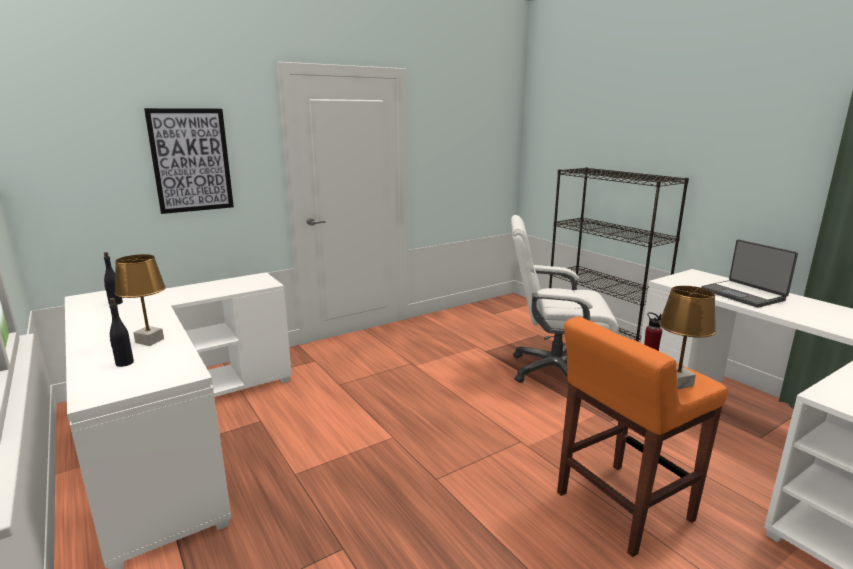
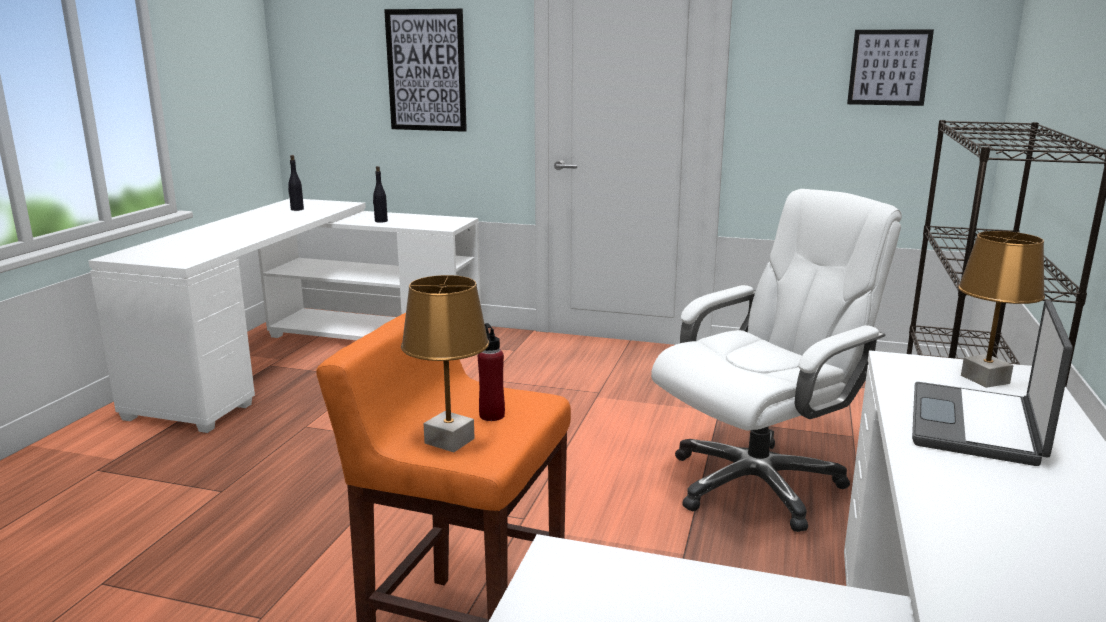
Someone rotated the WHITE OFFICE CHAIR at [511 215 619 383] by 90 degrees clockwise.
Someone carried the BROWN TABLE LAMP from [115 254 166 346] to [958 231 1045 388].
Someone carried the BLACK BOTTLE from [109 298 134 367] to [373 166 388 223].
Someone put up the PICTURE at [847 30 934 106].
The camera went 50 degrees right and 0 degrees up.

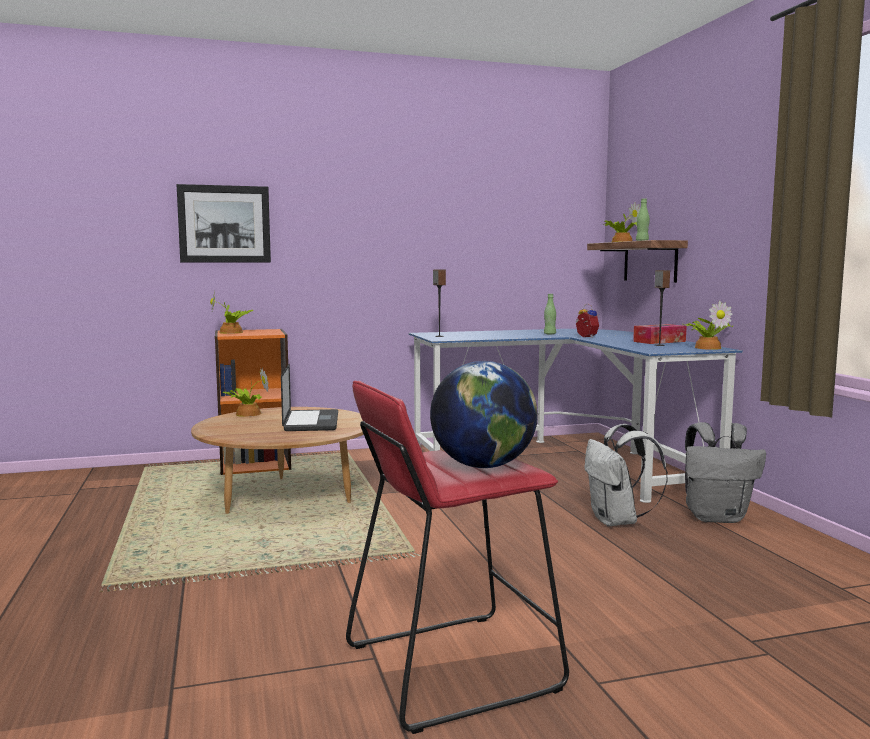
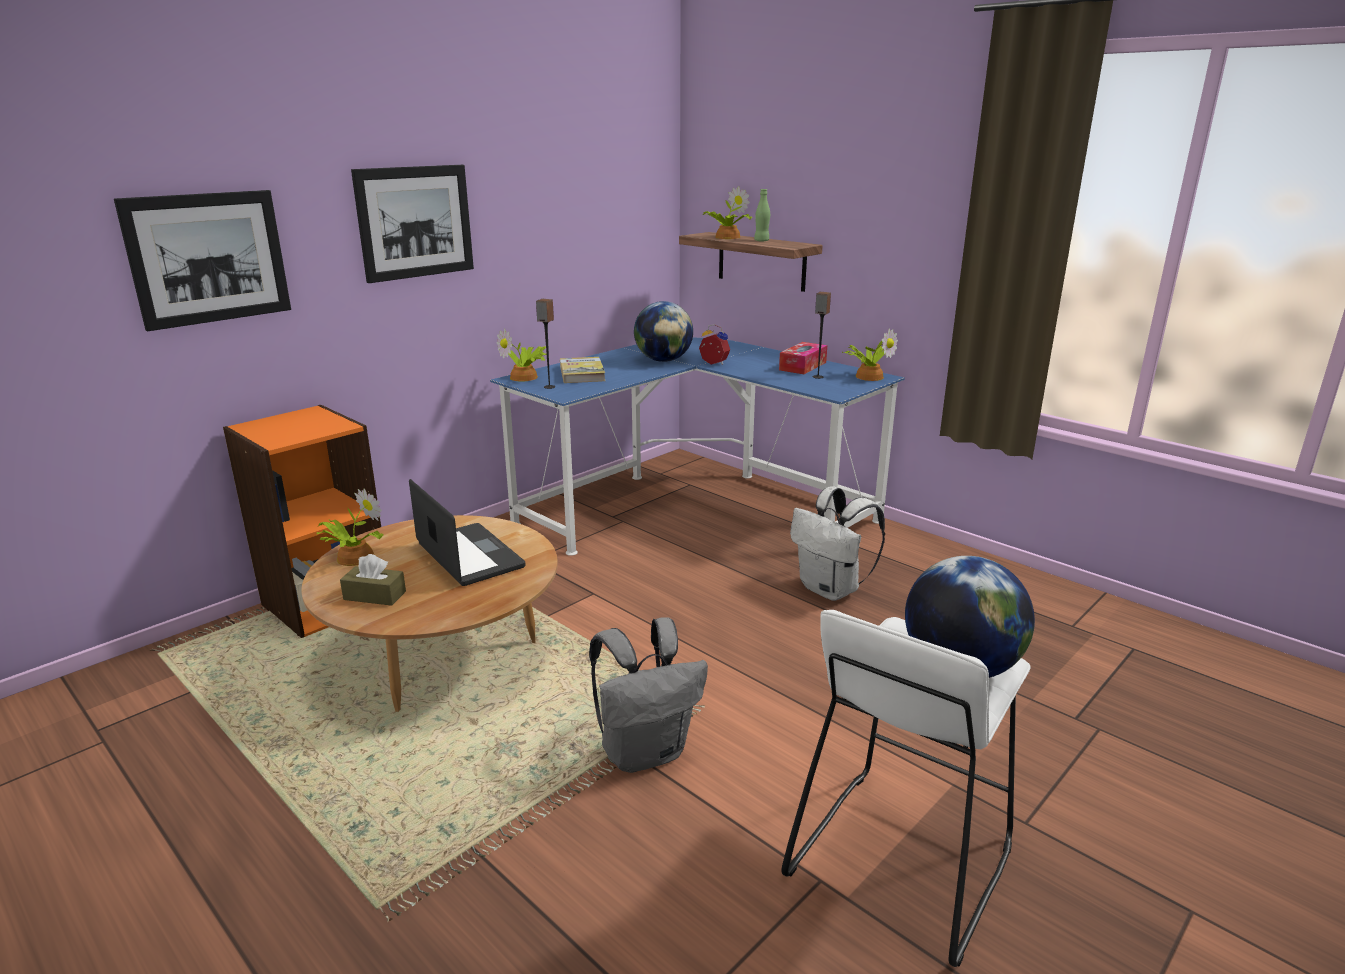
Someone carried the POTTED PLANT from [210 292 253 334] to [497 328 547 382].
Someone swapped the GREEN BOTTLE at [544 294 556 335] for the GLOBE at [634 301 693 362].
Someone repainted the RED STOOL at [346 381 569 734], which became the WHITE STOOL at [781 610 1031 967].
Someone carried the GREY BACKPACK from [685 422 766 523] to [589 617 708 773].
Someone put up the PICTURE at [351 165 474 283].
Someone put down the BOOK at [560 357 605 383].
Someone put down the BROWN TISSUE BOX at [340 554 406 606].
The camera went 30 degrees left and 15 degrees up.

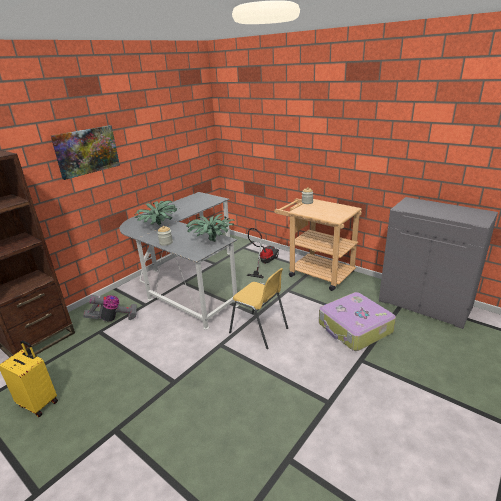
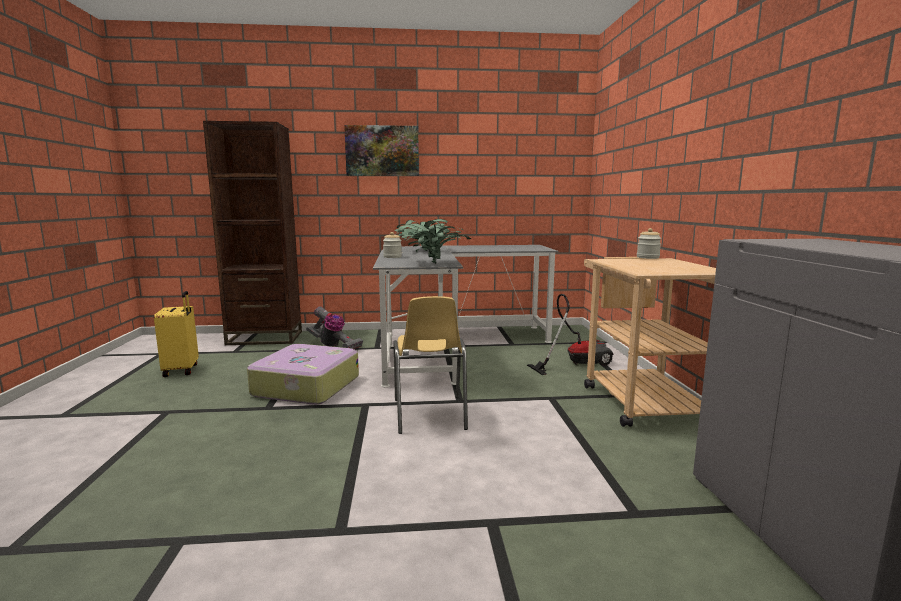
Someone carried the SUITCASE from [319 292 396 351] to [247 344 359 405].
The camera went 45 degrees right and 15 degrees down.

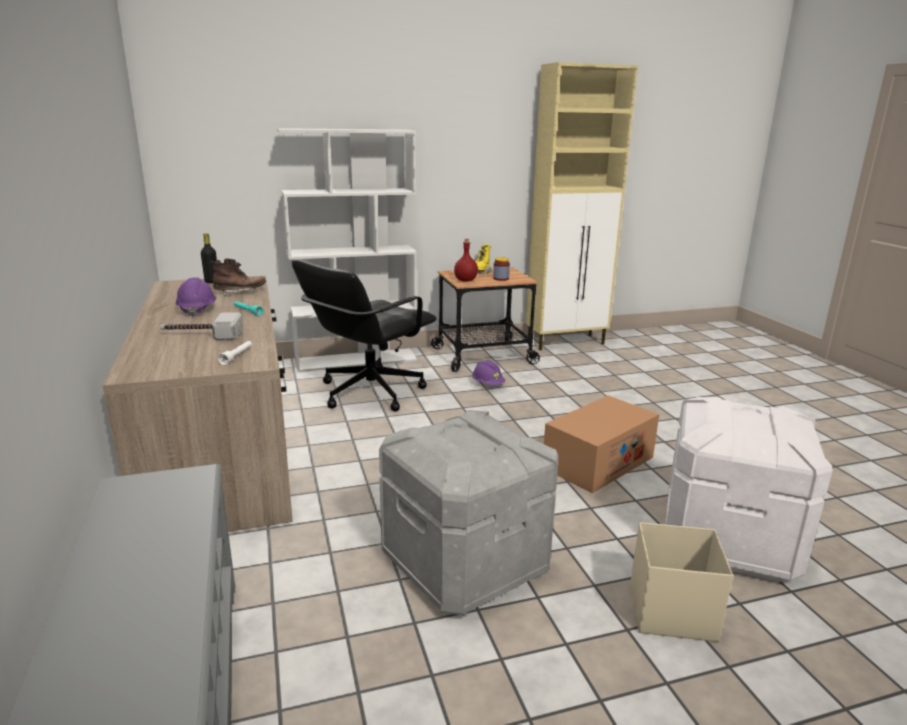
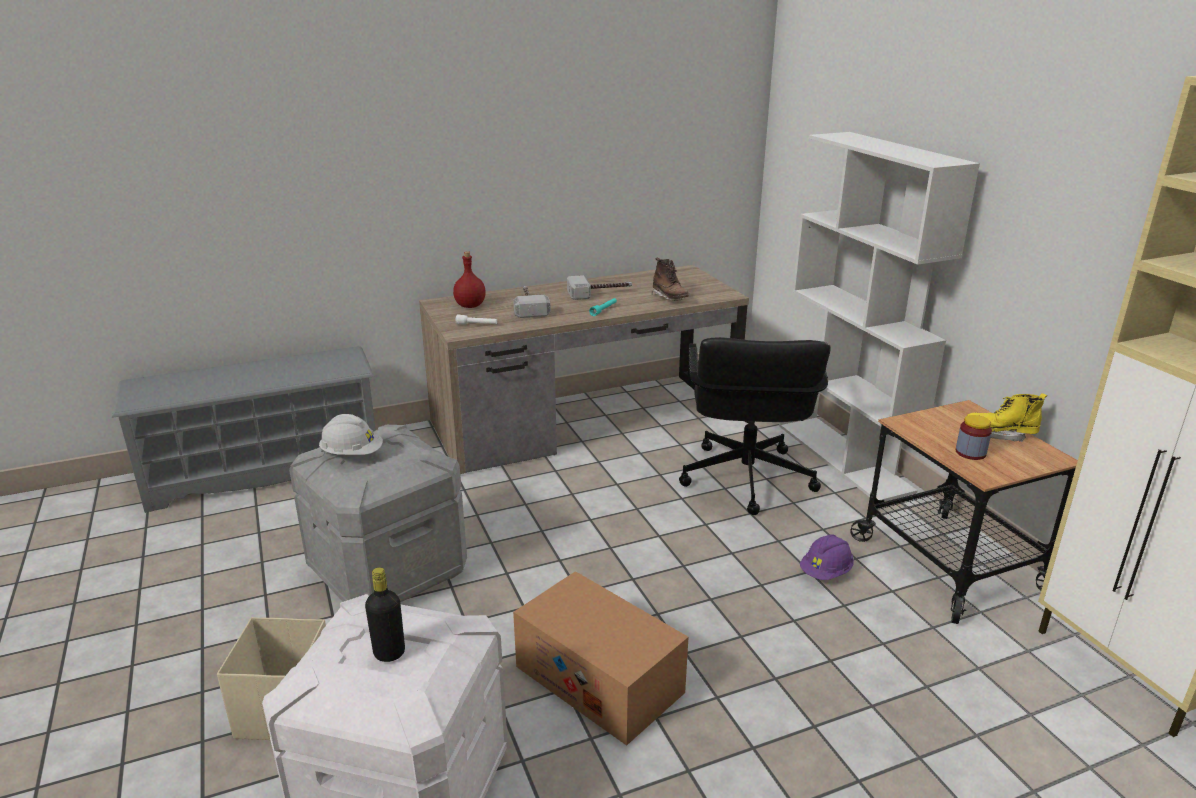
Someone carried the BLACK BOTTLE from [201 233 217 283] to [365 567 405 662].
Someone carried the RED BOTTLE from [454 239 478 282] to [453 251 486 308].
Someone rotated the BLACK OFFICE CHAIR at [292 259 437 412] by 120 degrees counterclockwise.
Someone swapped the PURPLE HARD HAT at [175 278 216 317] for the HAMMER at [567 275 632 300].
Someone put down the WHITE HARD HAT at [319 414 383 455].
The camera went 85 degrees right and 5 degrees up.

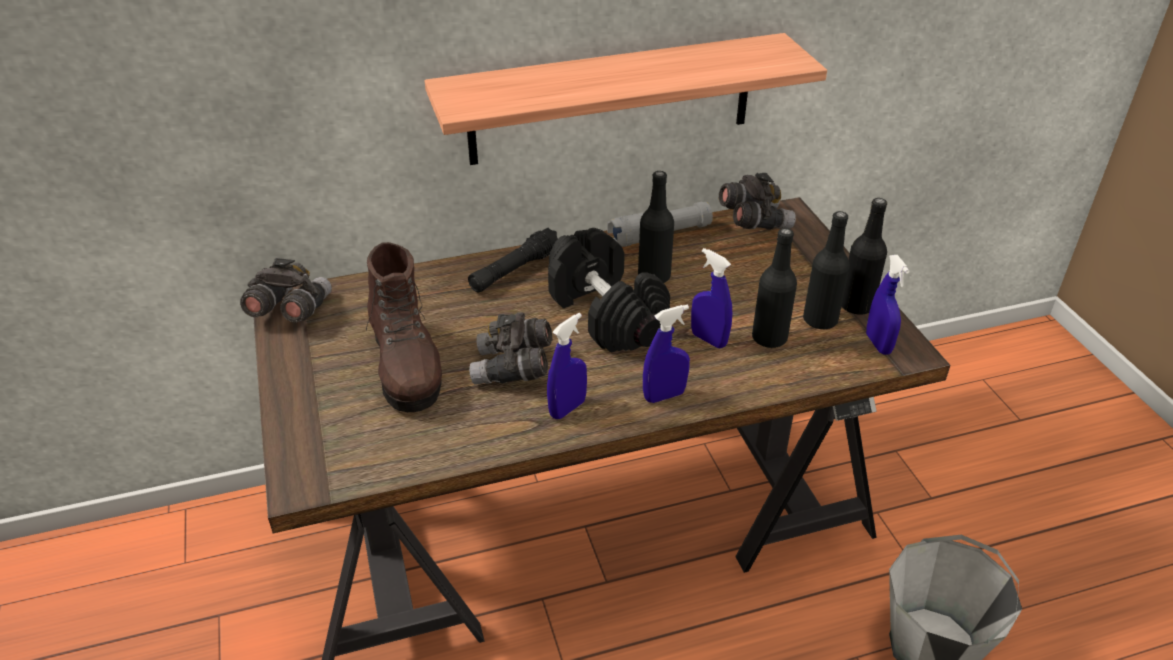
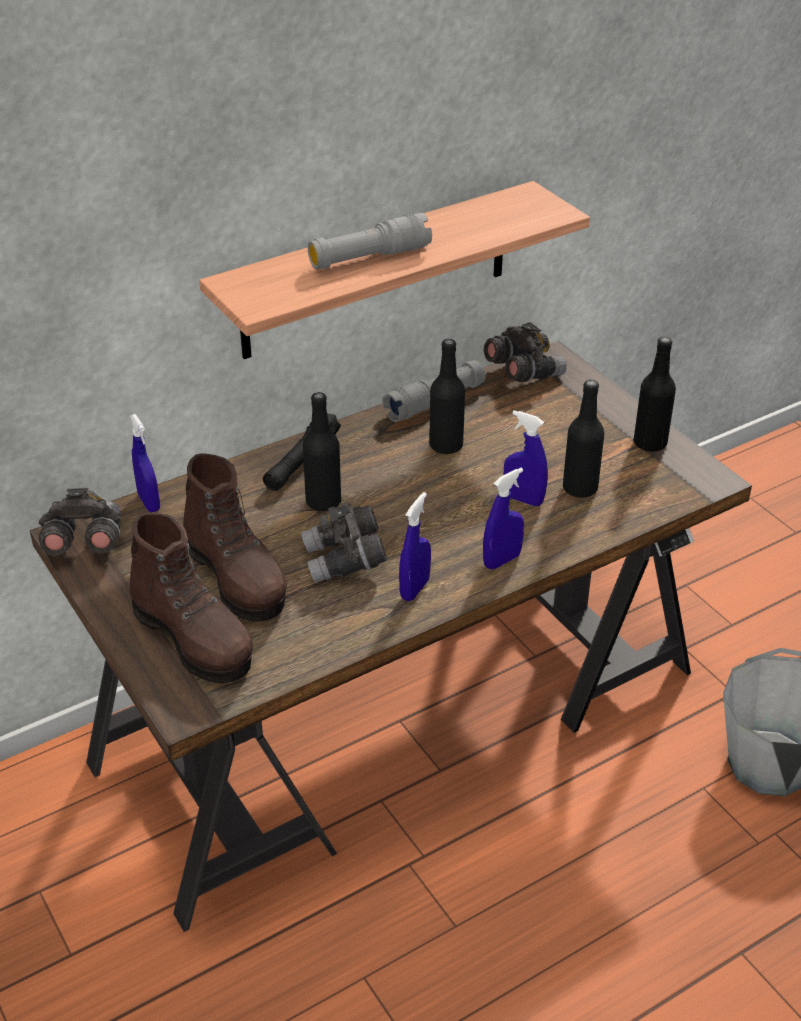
Someone carried the BLACK BOTTLE from [803 211 850 329] to [303 392 341 511].
Someone took away the BLACK DUMBBELL at [548 228 670 353].
Someone carried the BLUE SPRAY BOTTLE from [866 255 910 355] to [130 414 160 512].
Someone put down the GREY FLASHLIGHT at [308 213 432 269].
Someone put down the BROWN BOOT at [130 513 253 683].
The camera went 15 degrees left and 0 degrees up.

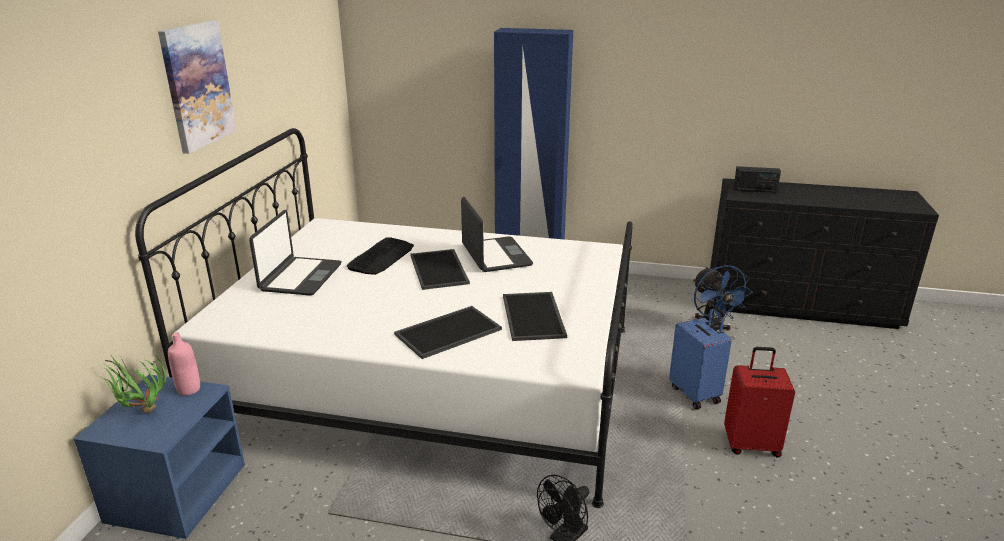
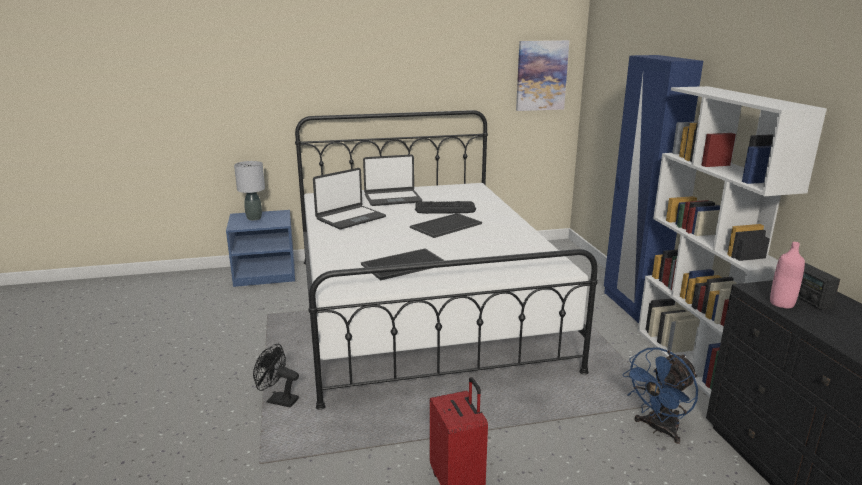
Someone carried the PICTURE from [158 20 237 154] to [516 40 569 111].
Someone carried the LAPTOP from [461 197 533 272] to [313 168 386 229].
Someone took away the BLUE SUITCASE at [669 305 732 409].
Someone took away the TRAY at [394 306 502 359].
Someone carried the PINK BOTTLE from [168 333 200 396] to [770 242 805 308].
Someone swapped the POTTED PLANT at [99 356 166 413] for the GREY TABLE LAMP at [234 161 265 220].
Someone put down the WHITE BOOKCASE at [638 86 827 397].
The camera went 65 degrees right and 5 degrees down.

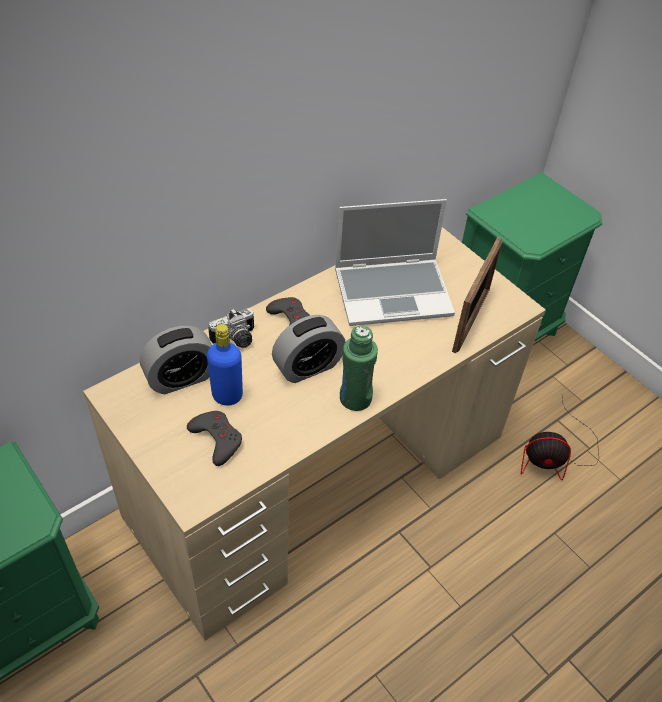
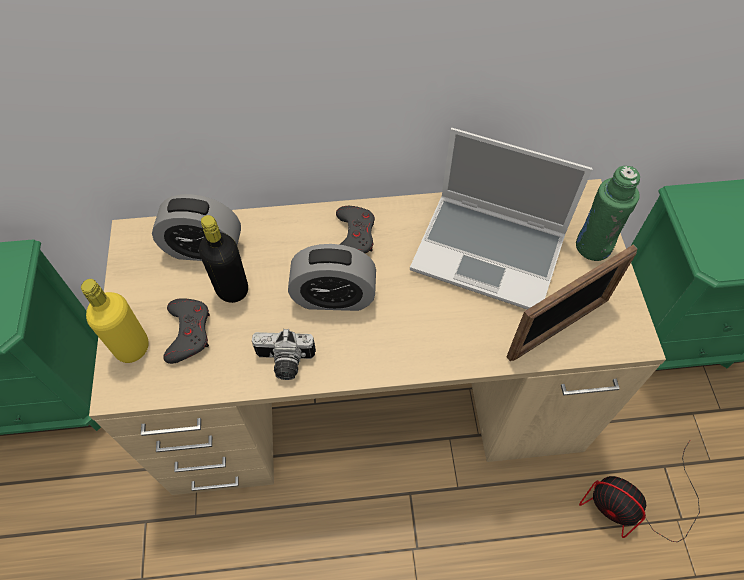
Someone carried the PHOTO CAMERA from [208 308 254 348] to [252 329 316 380].
Someone repainted the BLUE BOTTLE at [207 324 243 406], which became the BLACK BOTTLE at [199 215 248 303].
Someone carried the GREEN BOTTLE from [340 325 378 411] to [576 166 640 261].
Someone put down the YELLOW BOTTLE at [81 279 149 363].
The camera went 35 degrees right and 10 degrees up.

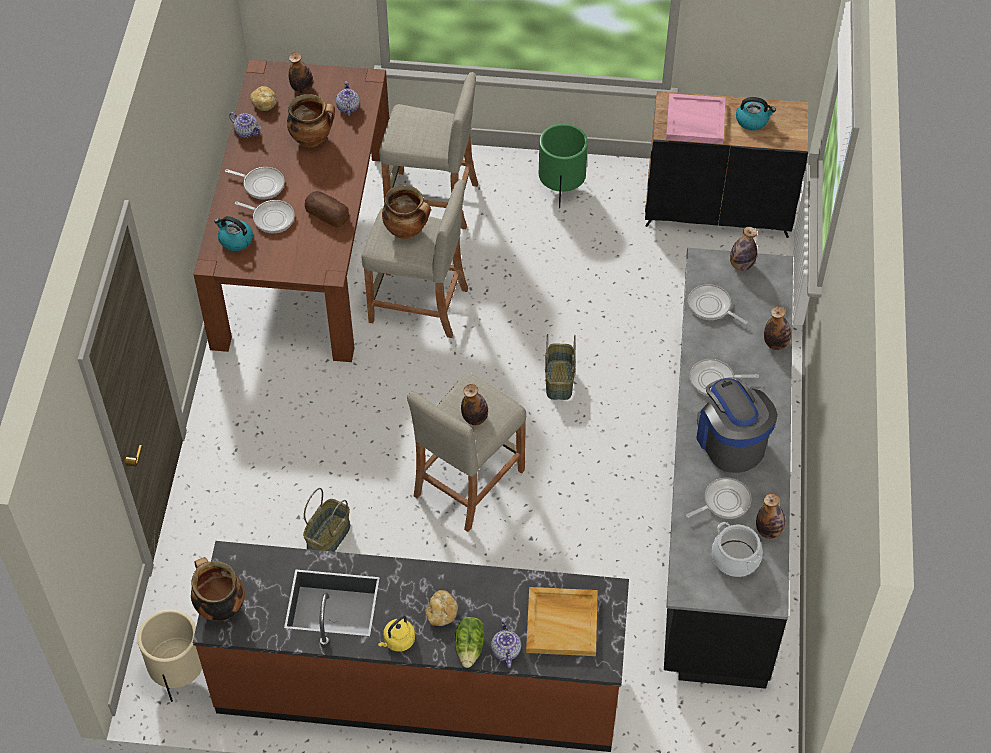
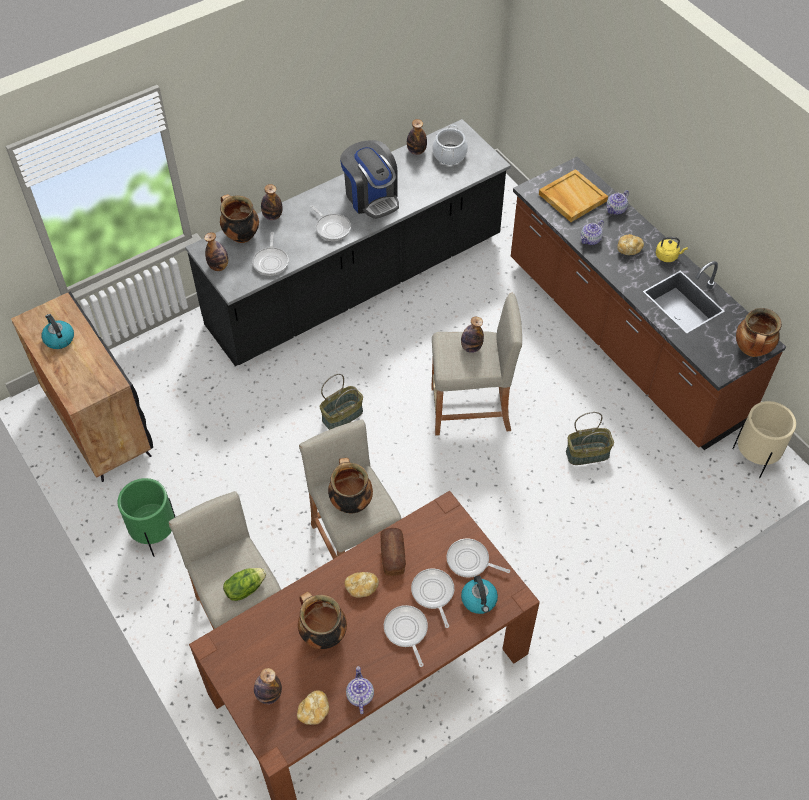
Someone carried the TEAPOT from [336 81 360 116] to [581 220 604 245].
Someone took away the PINK TRAY at [666 93 725 144].
Someone rotated the COFFEE MACHINE at [696 377 778 473] by 60 degrees counterclockwise.
Someone carried the FRYING PAN from [686 478 752 519] to [446 538 510 578].
Someone carried the LETTUCE from [455 617 485 668] to [223 568 266 601].
Someone put down the COOKING POT at [220 194 259 243].
Someone put down the BREAD at [345 572 379 598].
The camera went 130 degrees left and 0 degrees up.

